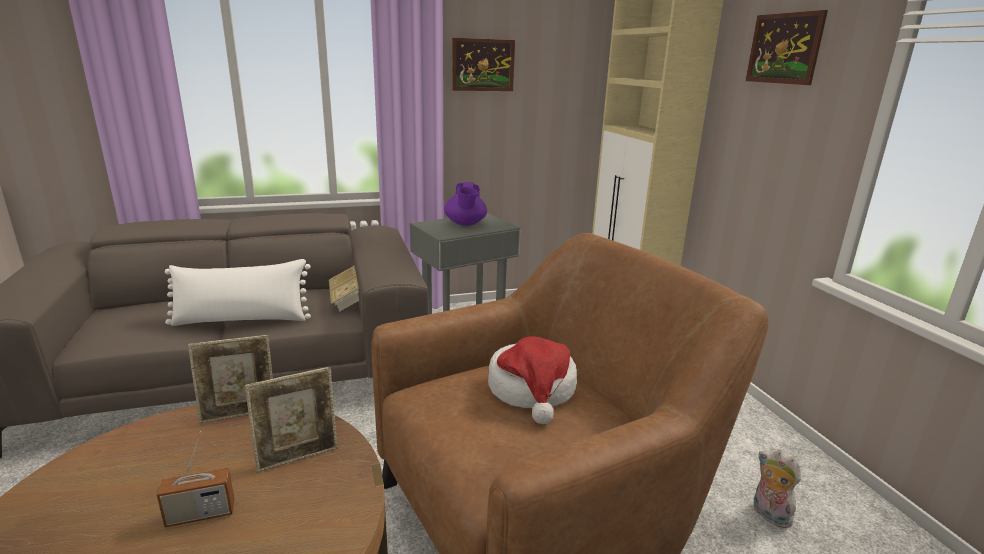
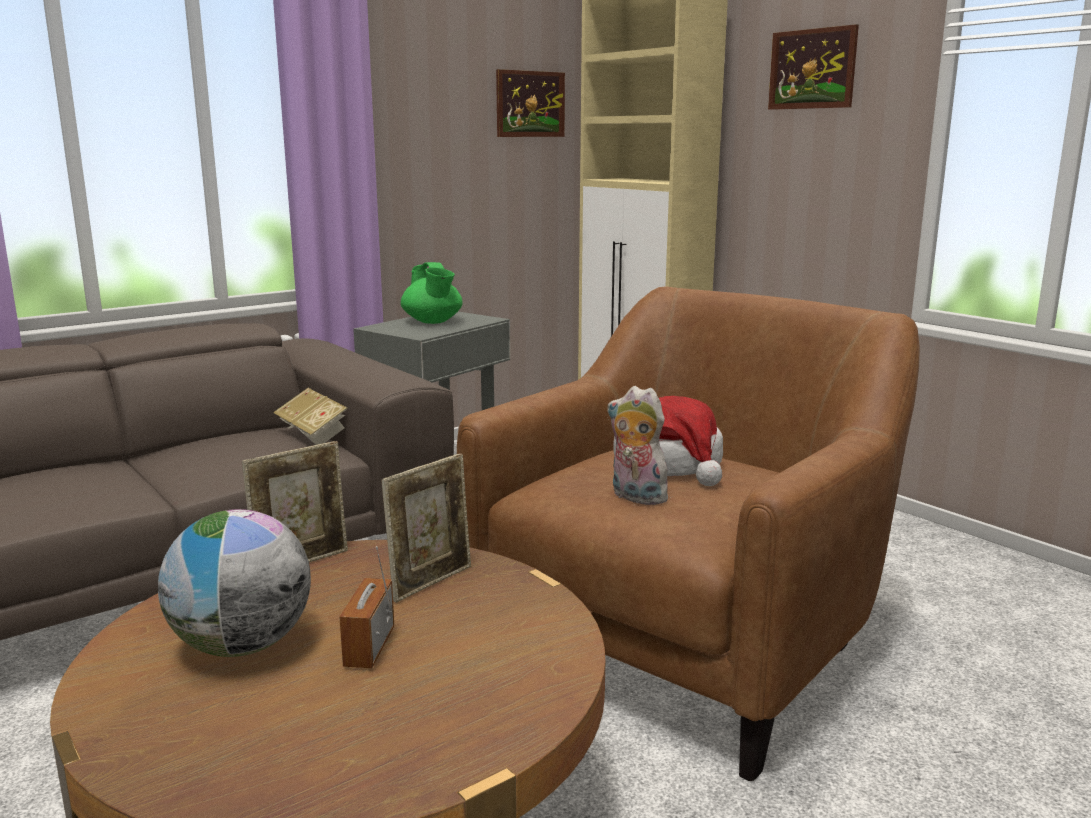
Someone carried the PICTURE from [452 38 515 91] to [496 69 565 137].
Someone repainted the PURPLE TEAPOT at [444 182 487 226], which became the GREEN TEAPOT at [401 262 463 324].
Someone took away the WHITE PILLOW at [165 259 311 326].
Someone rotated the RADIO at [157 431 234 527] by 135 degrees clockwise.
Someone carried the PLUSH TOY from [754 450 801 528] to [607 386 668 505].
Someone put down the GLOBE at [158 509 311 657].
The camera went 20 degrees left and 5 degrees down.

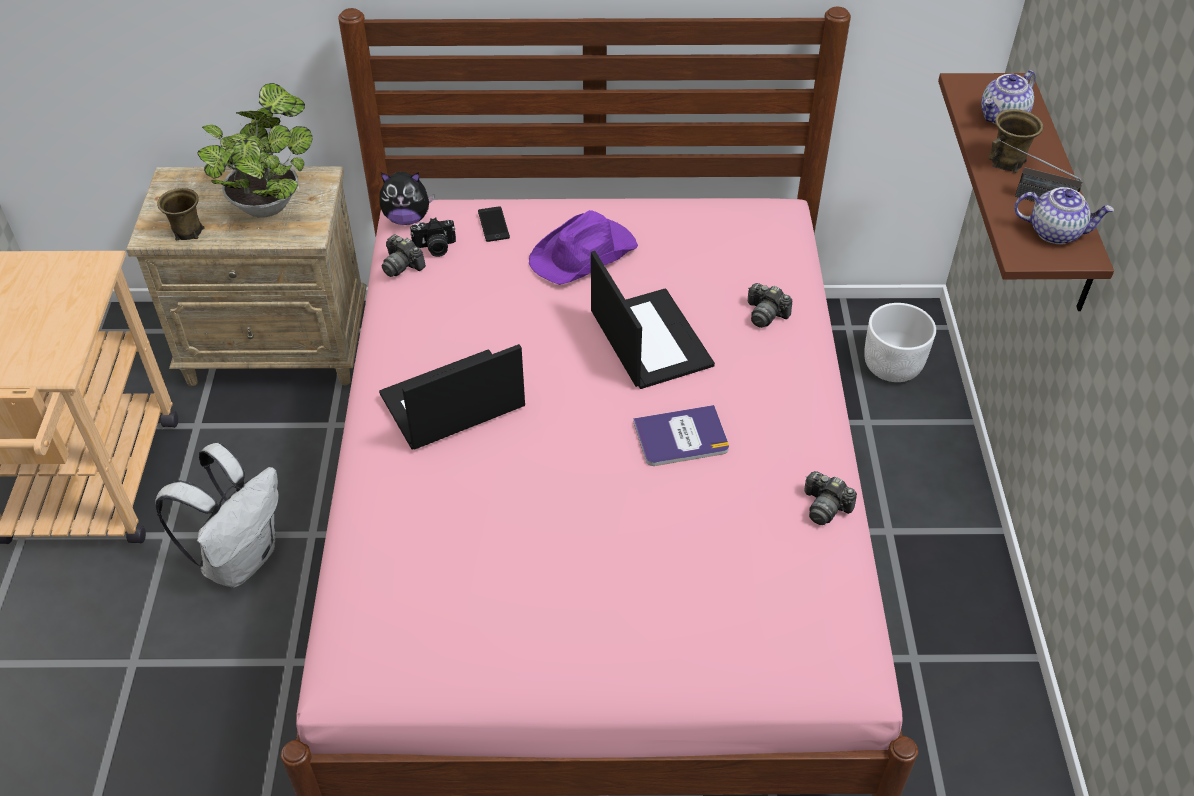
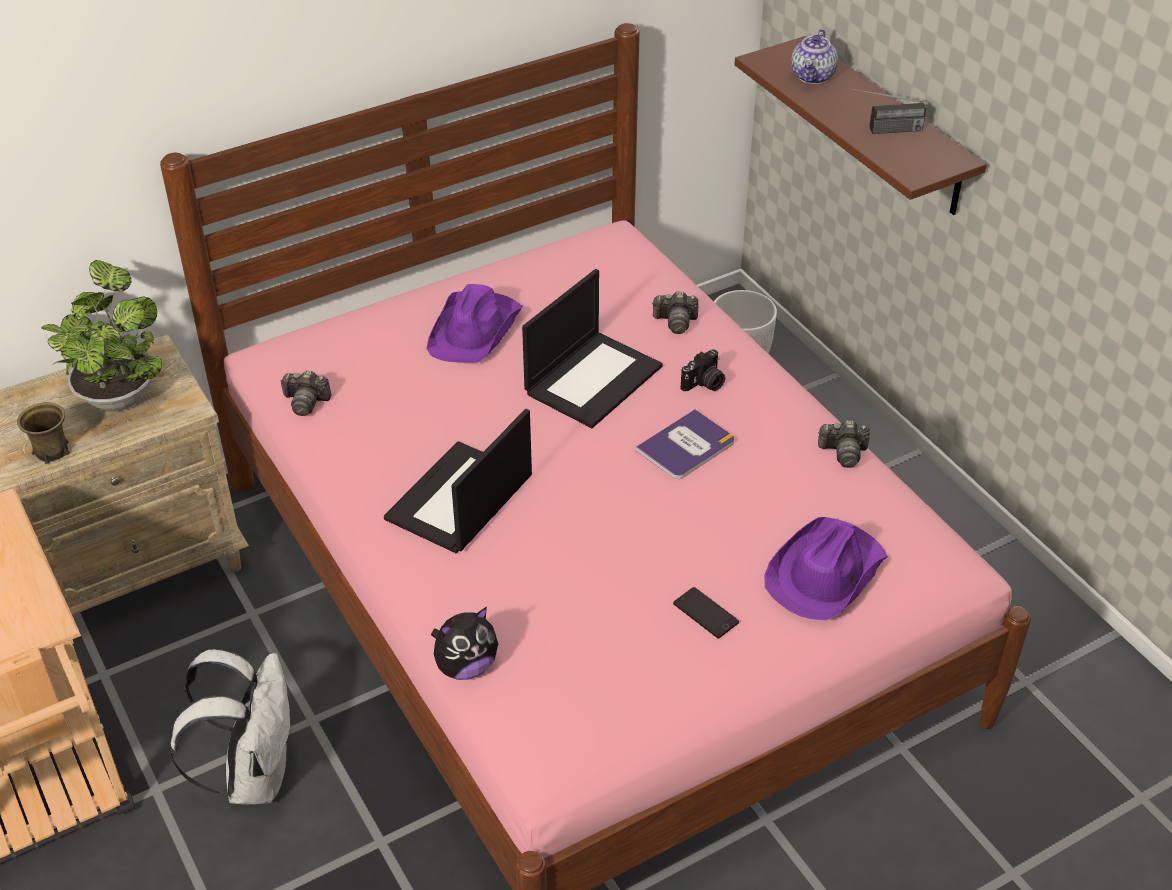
Someone took away the BROWN MUG at [988 109 1043 173].
Someone carried the PLUSH TOY from [379 172 435 225] to [431 607 498 680].
Someone took away the TEAPOT at [1014 187 1114 244].
Someone carried the PHONE from [478 206 510 242] to [673 587 739 638].
Someone carried the PHOTO CAMERA from [410 218 456 257] to [680 349 725 391].
Someone rotated the LAPTOP at [591 251 715 389] by 90 degrees clockwise.
Someone put down the PURPLE HAT at [764 517 888 620].
The camera went 30 degrees left and 5 degrees down.

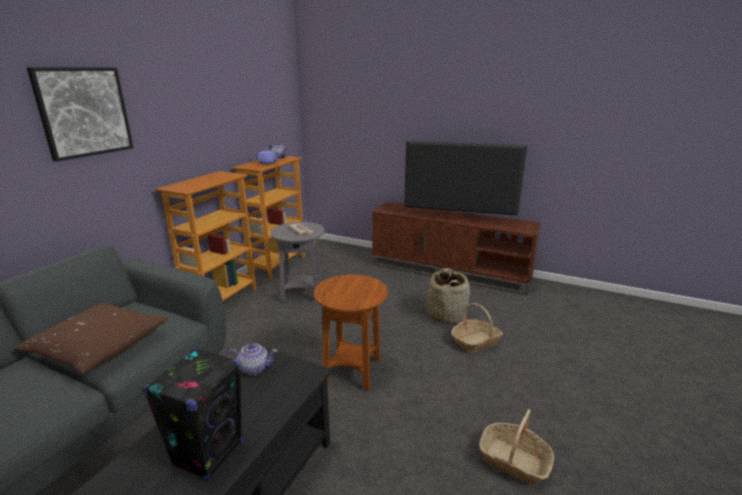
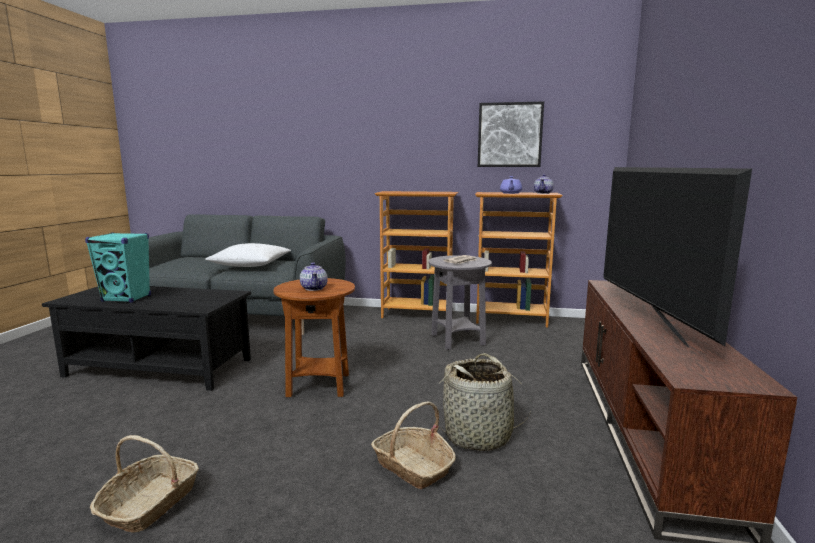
Someone carried the PICTURE from [27 67 133 162] to [478 101 544 167].
Someone repainted the BROWN PILLOW at [15 302 168 373], which became the WHITE PILLOW at [205 243 291 267].
Someone carried the TEAPOT from [227 343 277 375] to [300 262 328 291].
Someone repainted the BLACK SPEAKER at [142 347 243 481], which became the TURQUOISE SPEAKER at [85 233 151 303].
The camera went 75 degrees right and 10 degrees down.

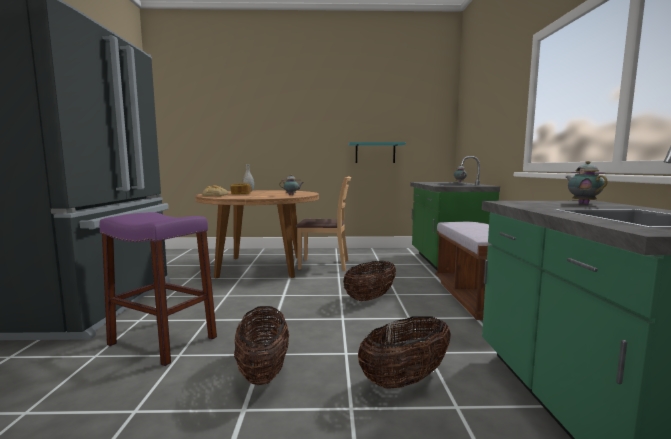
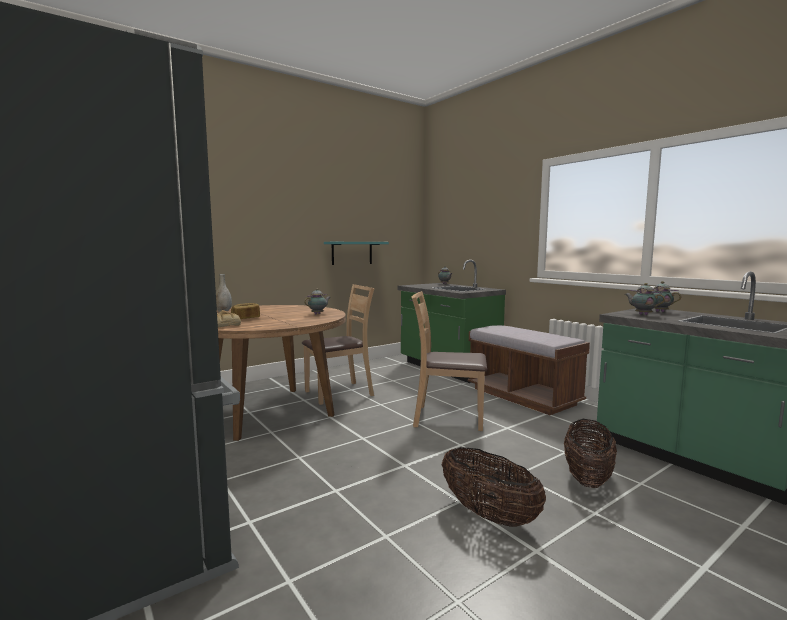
Someone took away the PURPLE STOOL at [99 212 217 366].
Someone swapped the BASKET at [343 261 396 301] for the BROWN CHAIR at [411 291 487 431].
Someone put down the TEAPOT at [625 283 665 315].
The camera went 35 degrees left and 0 degrees up.

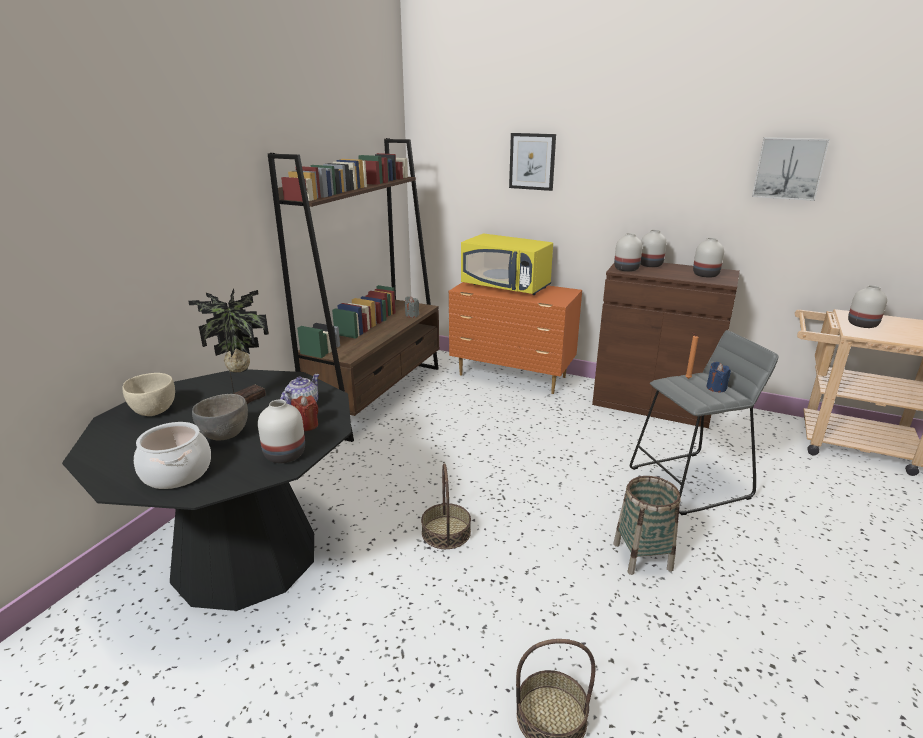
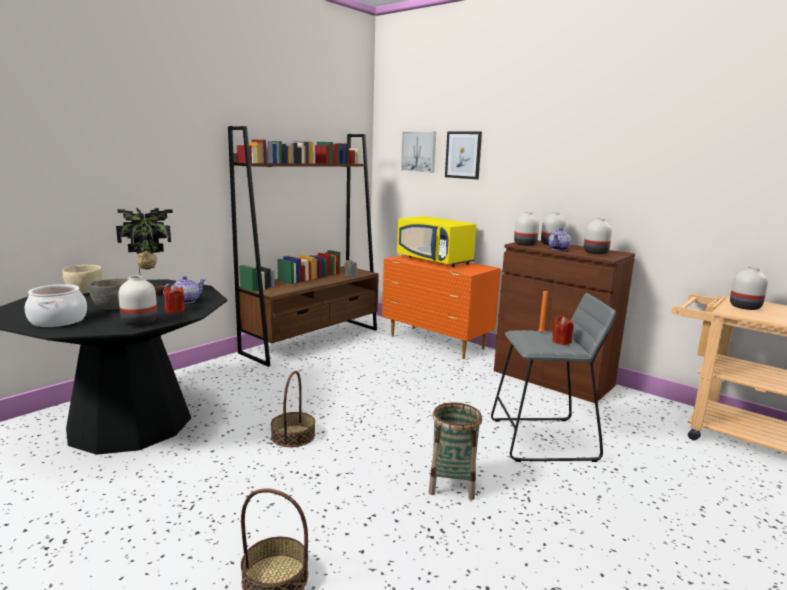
Someone carried the PICTURE from [752 137 830 201] to [401 131 436 173].
Someone repainted the BLUE CANDLE at [706 362 731 392], which became the RED CANDLE at [552 316 574 345].
Someone put down the TEAPOT at [548 228 571 251].
The camera went 15 degrees right and 10 degrees down.

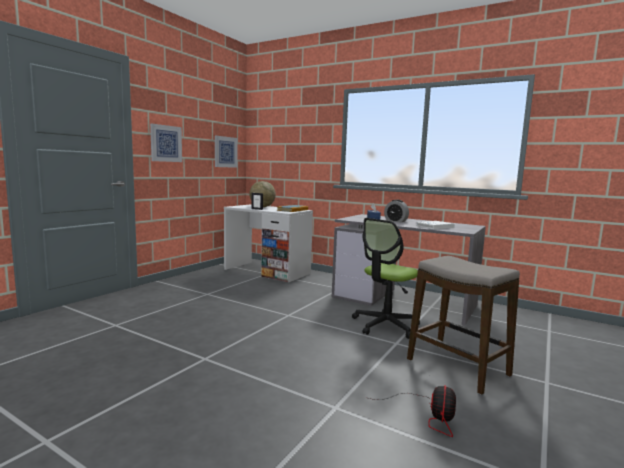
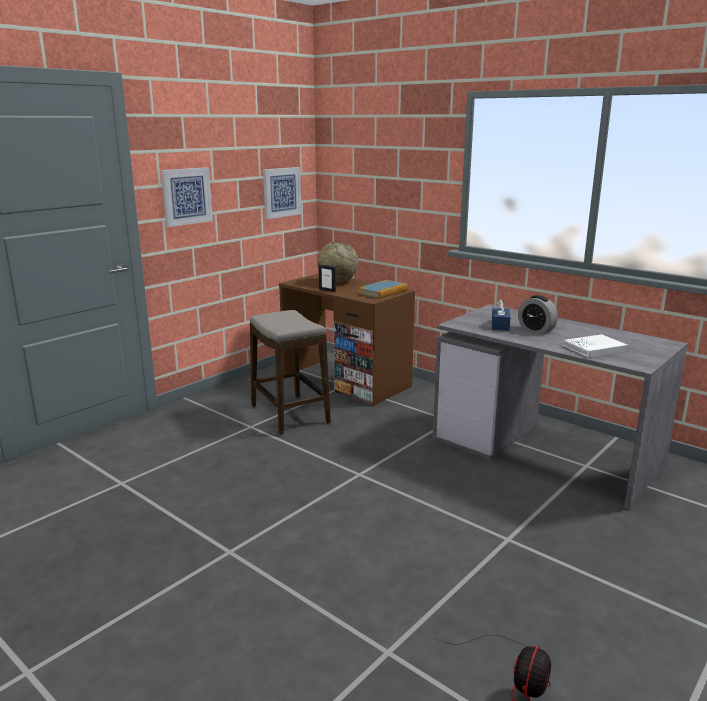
Someone repainted the WHITE DESK at [224 204 313 282], which became the BROWN DESK at [279 274 415 405].
Someone took away the OFFICE CHAIR at [352 218 420 339].
Someone carried the STOOL from [407 256 520 395] to [250 310 331 435].
The camera went 10 degrees right and 10 degrees up.

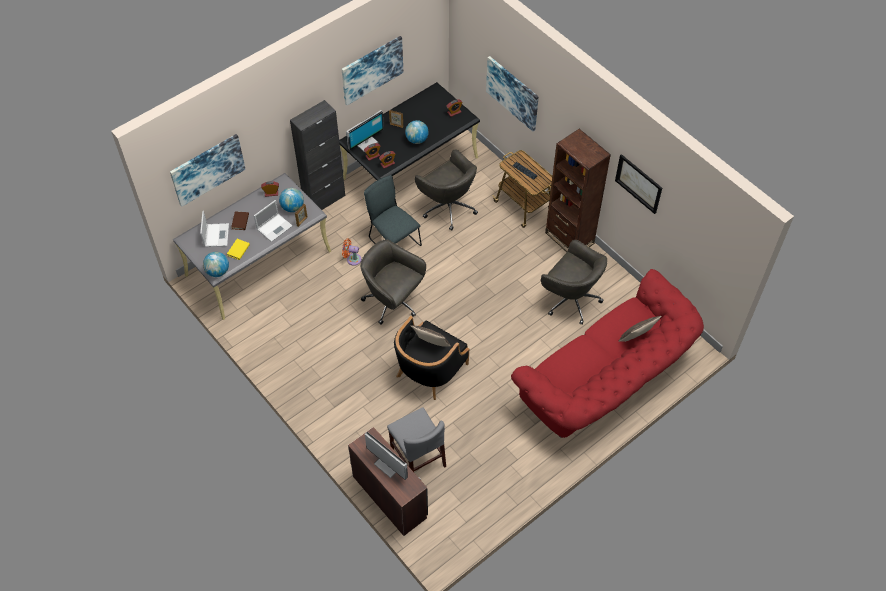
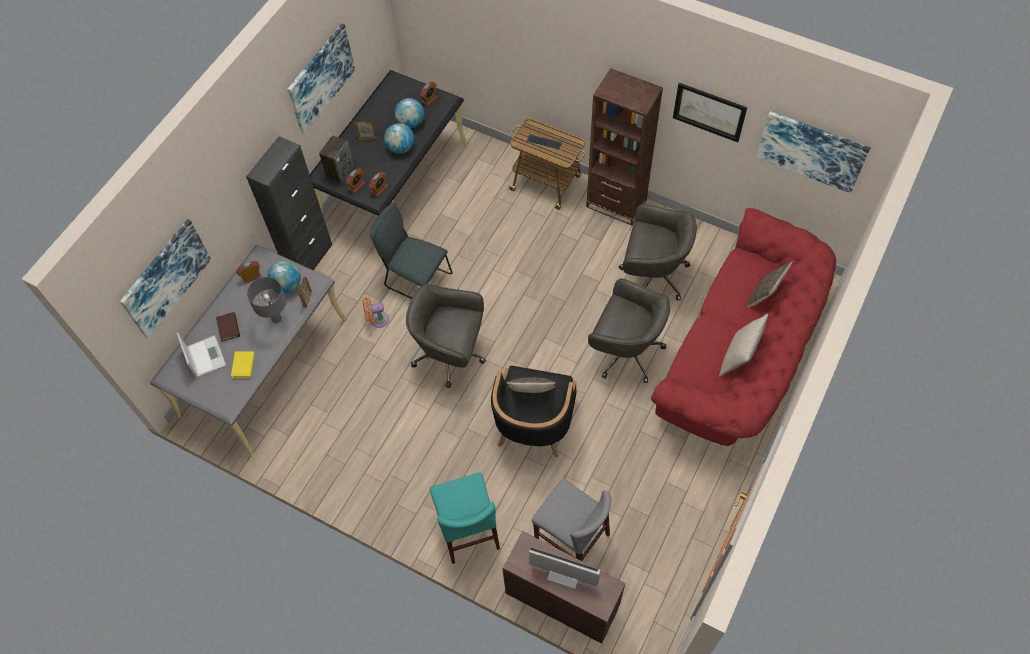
Someone carried the PICTURE from [486 56 539 132] to [756 111 870 193].
Someone swapped the MONITOR at [346 110 384 152] for the SPEAKER at [319 135 355 185].
Someone carried the GREY OFFICE CHAIR from [414 150 478 231] to [588 278 670 383].
Someone swapped the LAPTOP at [254 200 293 242] for the GREY TABLE LAMP at [247 277 286 323].
Someone carried the GLOBE from [203 252 229 277] to [395 98 424 128].
Someone put down the BEIGE PILLOW at [719 314 768 377].
Someone put down the TURQUOISE CHAIR at [430 472 500 564].
The camera went 20 degrees left and 5 degrees up.

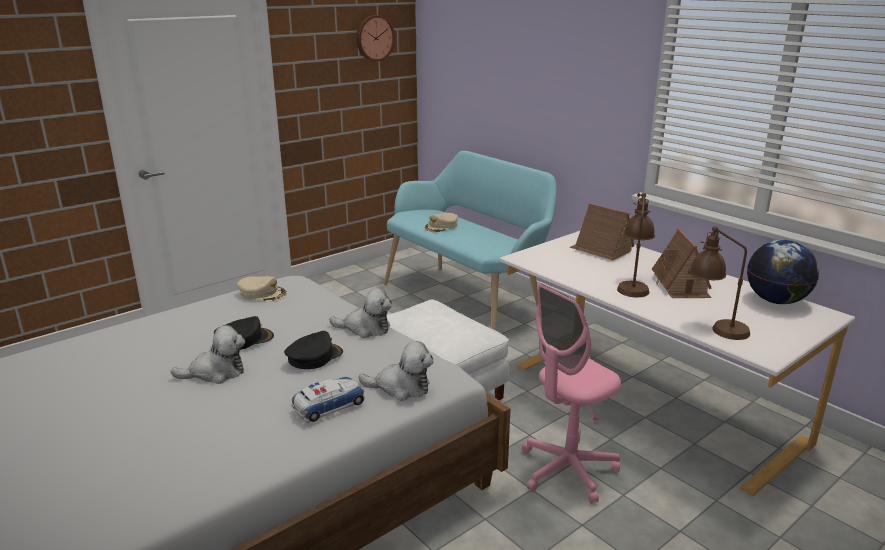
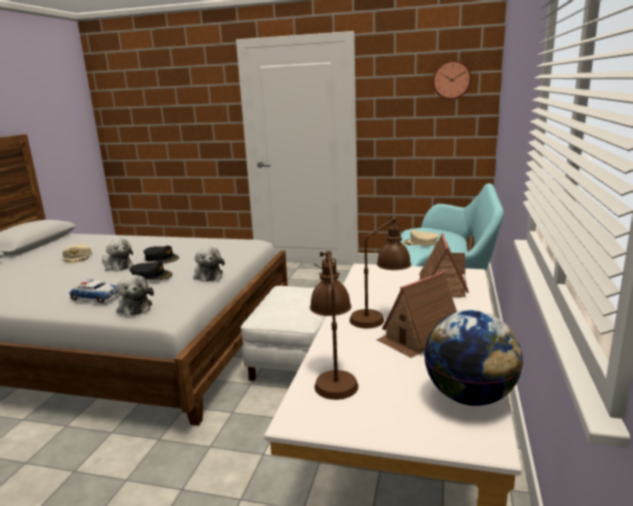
Someone carried the BEIGE CAP from [237 276 287 301] to [63 244 92 263].
Someone took away the PINK OFFICE CHAIR at [522 283 621 504].
The camera went 55 degrees right and 5 degrees down.

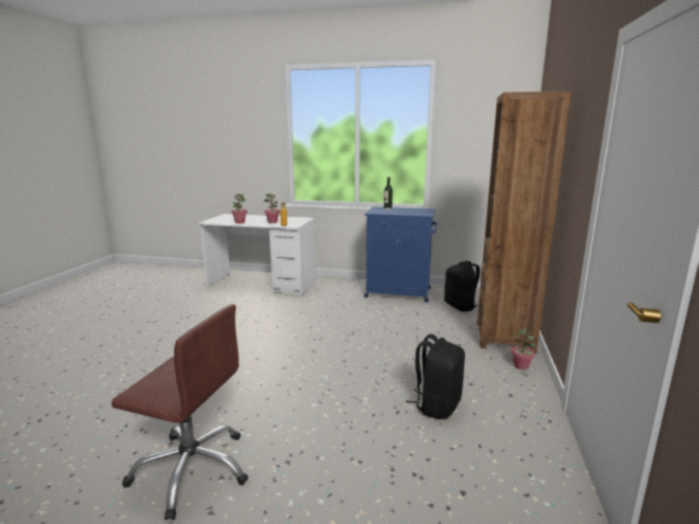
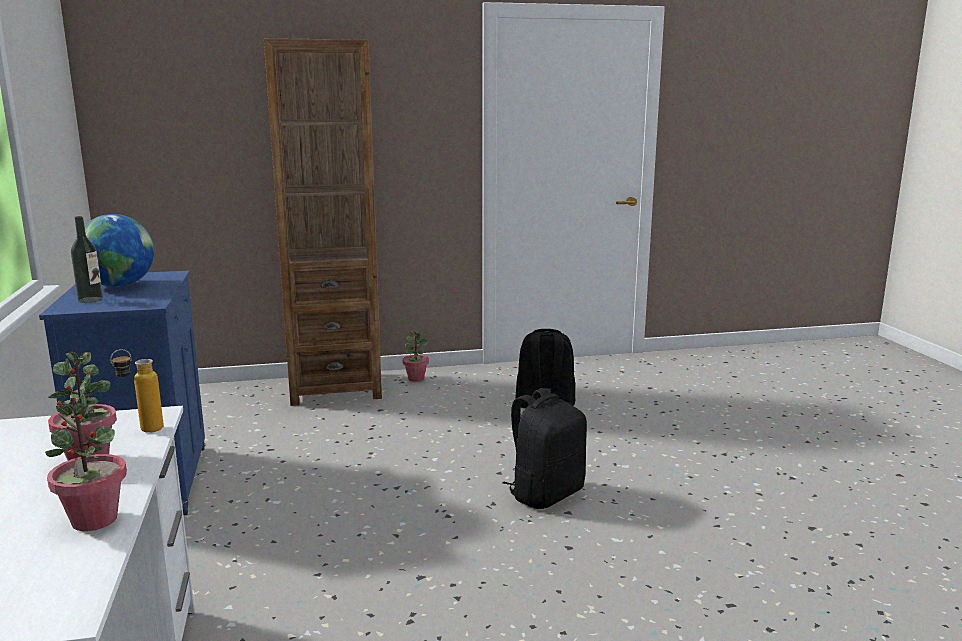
Someone carried the BLACK BACKPACK from [444 261 480 312] to [503 388 587 509].
Someone took away the BROWN OFFICE CHAIR at [111 304 248 520].
Someone put down the GLOBE at [84 214 154 287].
The camera went 115 degrees left and 0 degrees up.

